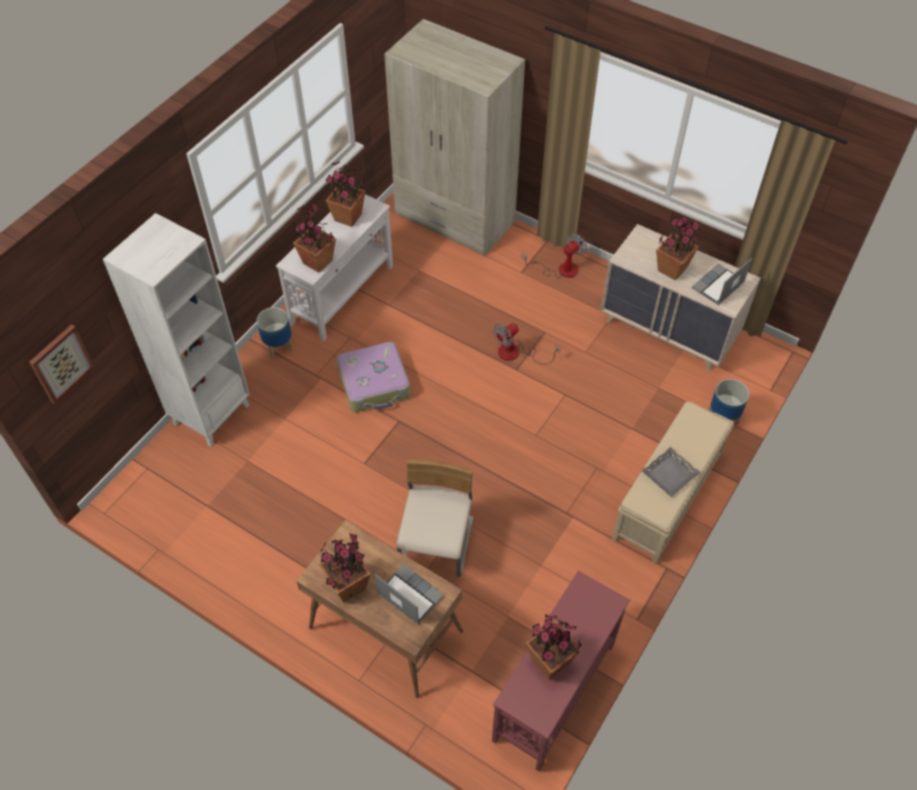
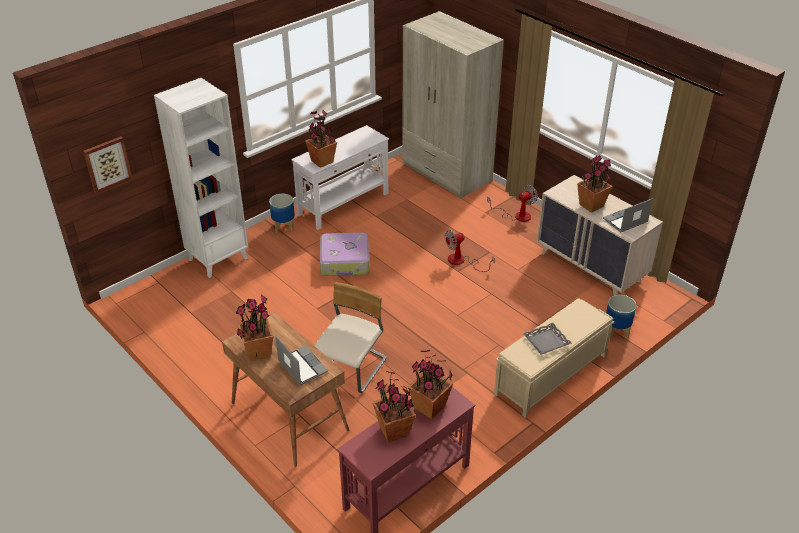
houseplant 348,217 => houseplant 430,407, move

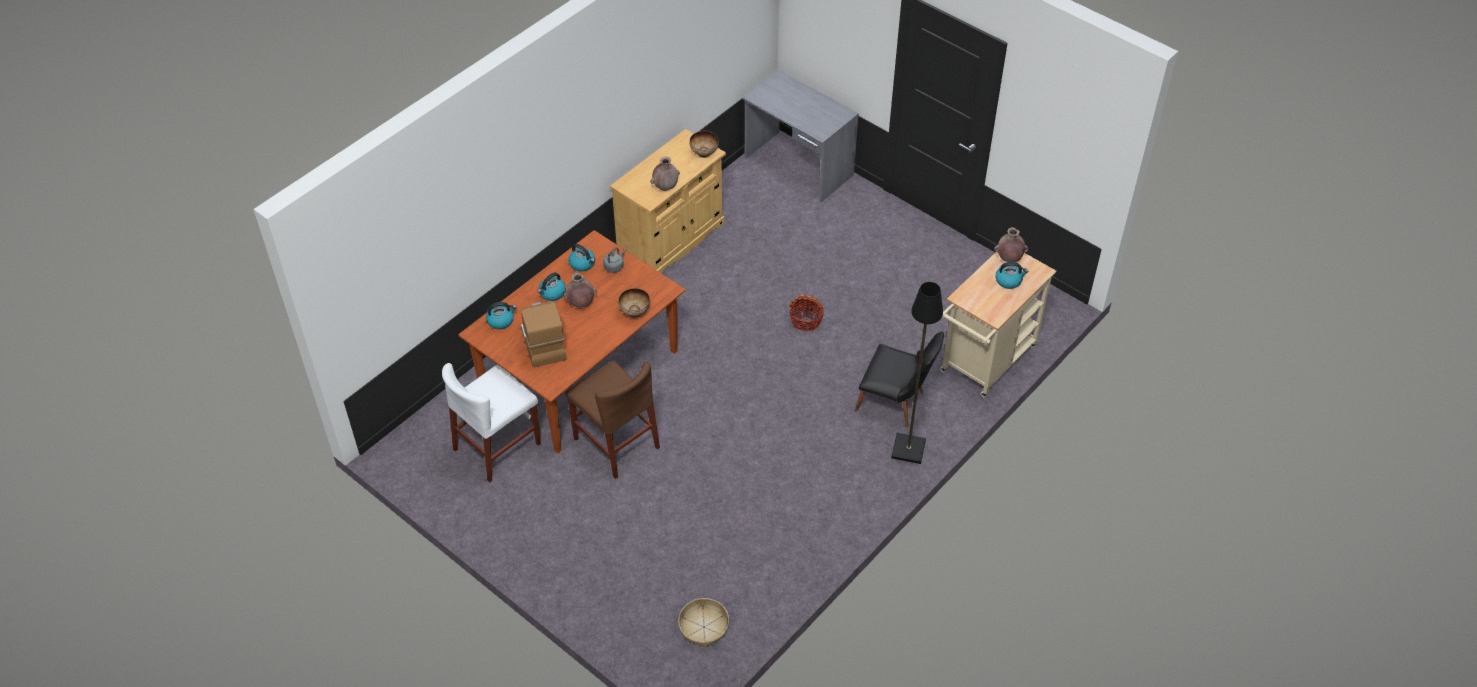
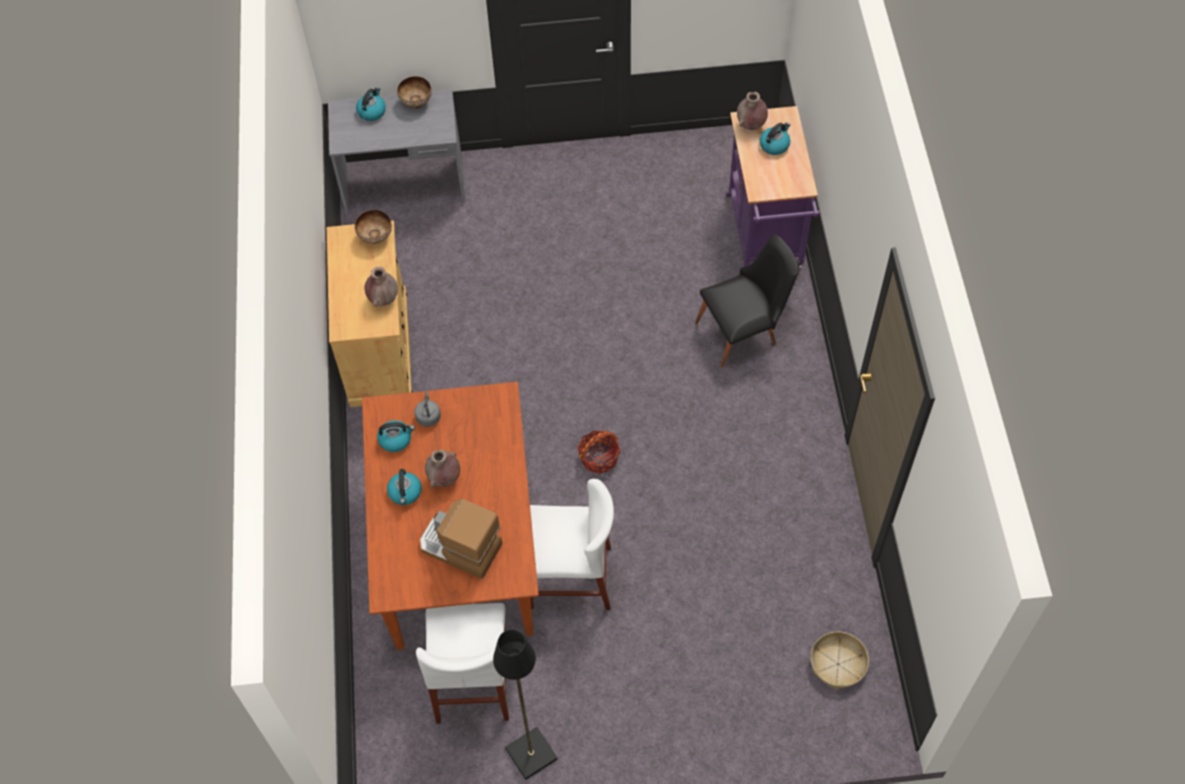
water kettle 501,321 => water kettle 372,111, move
deep dish 635,312 => deep dish 416,103, move
blackish floor lamp 907,449 => blackish floor lamp 530,754, move
brown-coloured chair 616,443 => white-coloured chair 570,577
household basket 806,320 => household basket 599,457, move
beige trolley 984,363 => purple-coloured trolley 765,237

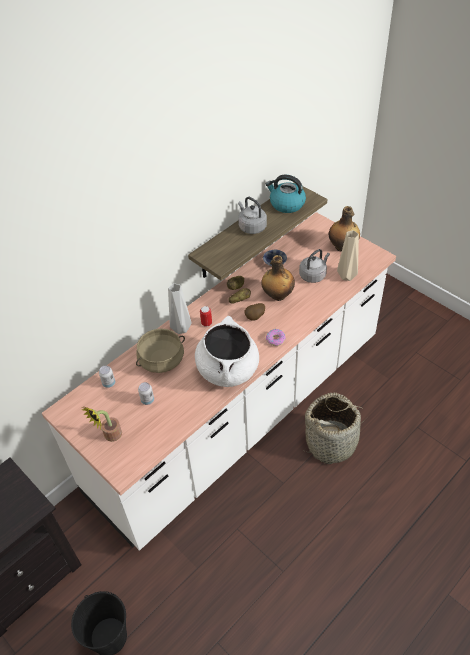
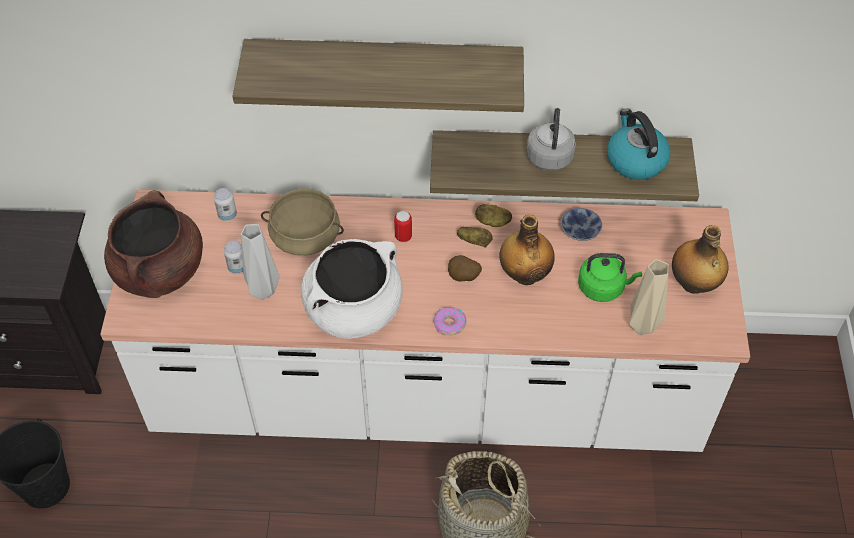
houseplant 110,436 => brown-coloured stockpot 160,271
nothing => bracket shelf 384,70
grey vase 181,329 => grey vase 262,291, move
grey water kettle 313,275 => green-coloured water kettle 603,287

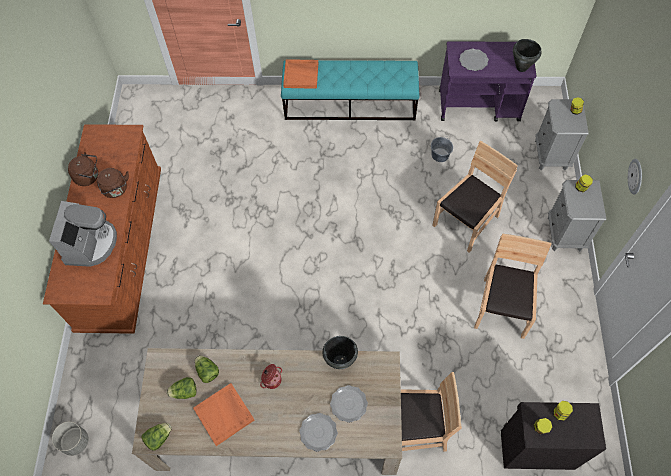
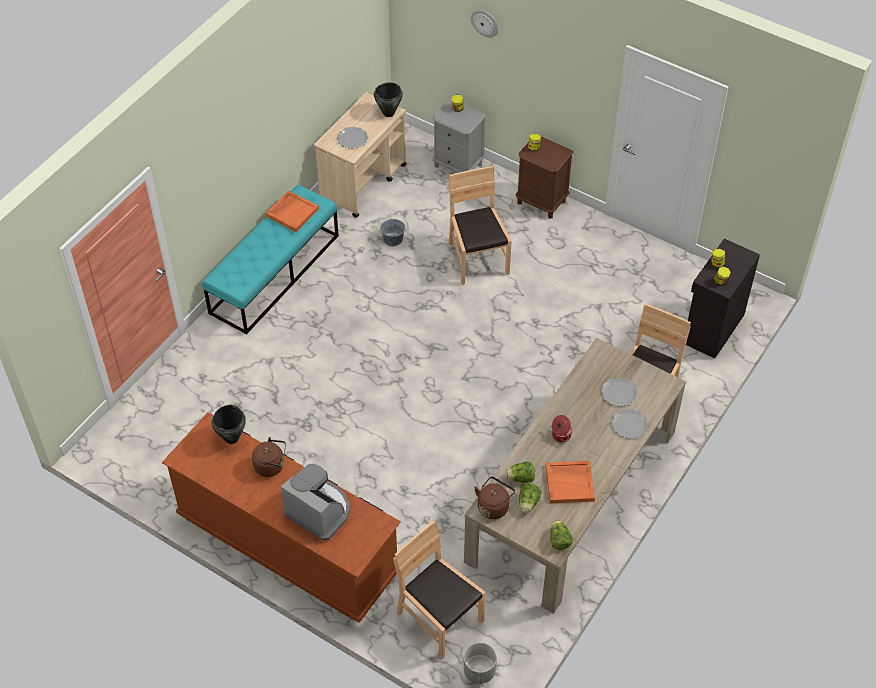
blackish stockpot 340,361 => blackish stockpot 231,438, move
orange serving tray 301,75 => orange serving tray 292,212, move
purple-coloured trolley 479,105 => beige trolley 363,182
brown-coloured chair 502,308 => brown-coloured chair 439,618, move
hanging clock 636,176 => hanging clock 485,23, move
brown-coloured water kettle 88,177 => brown-coloured water kettle 494,506, move
grey night table 565,233 => brown-coloured night table 541,201

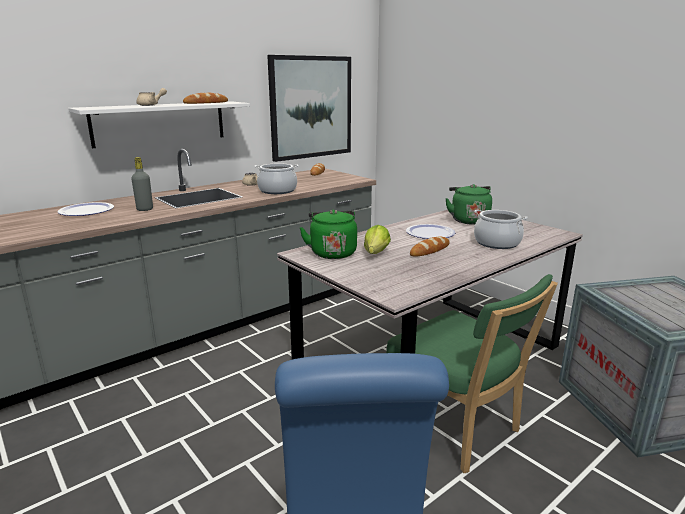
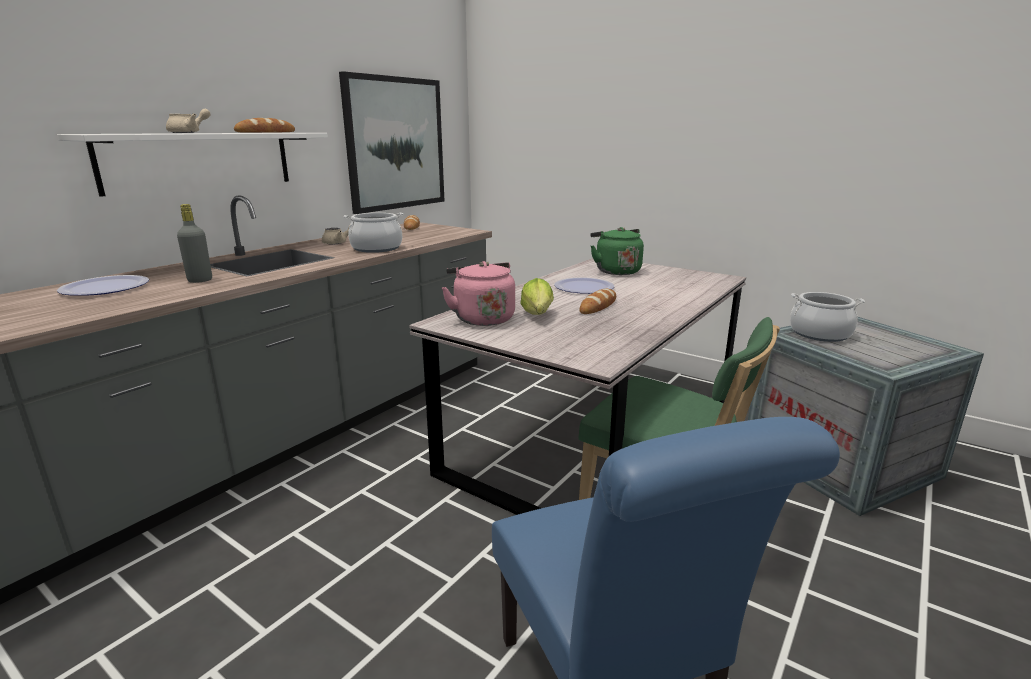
green-coloured water kettle 332,252 => pink-coloured water kettle 482,318
stockpot 497,243 => stockpot 820,334, move

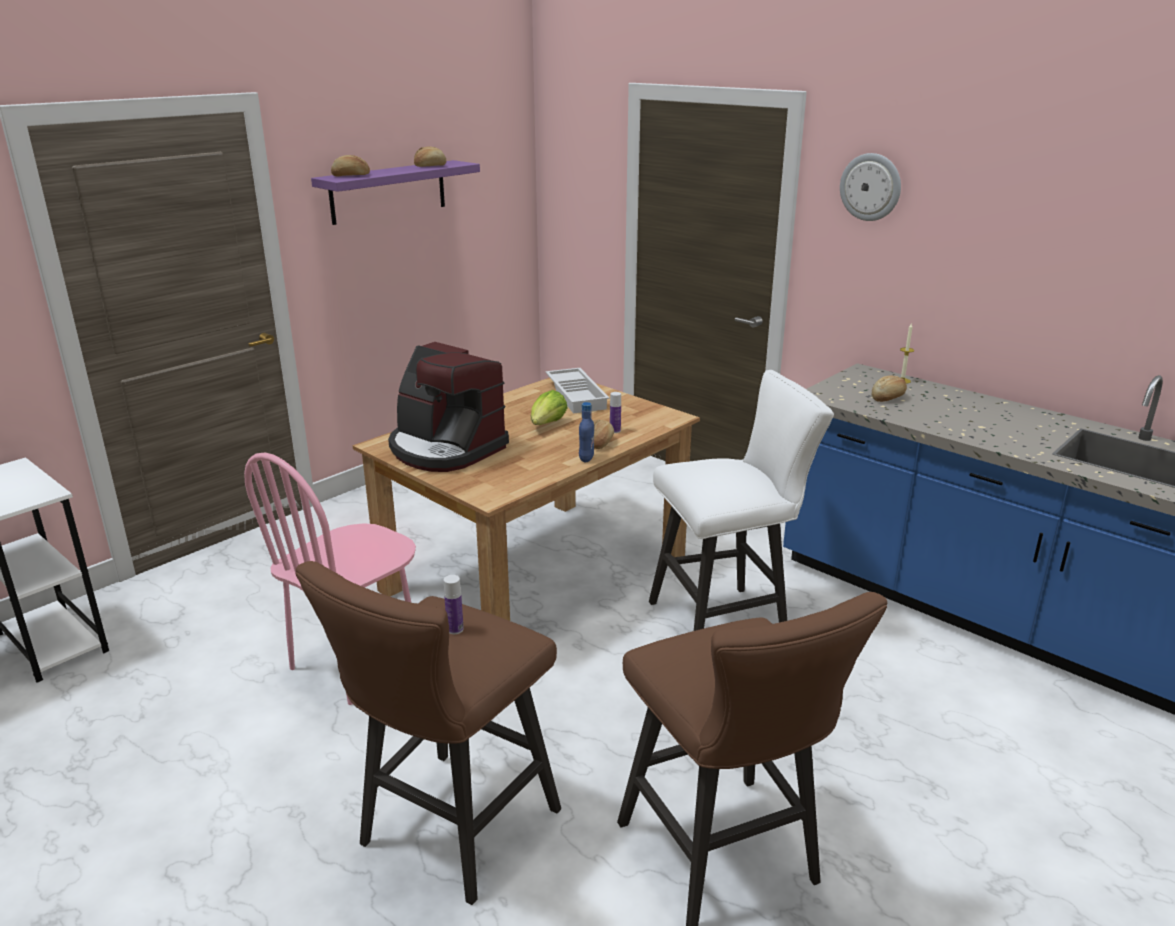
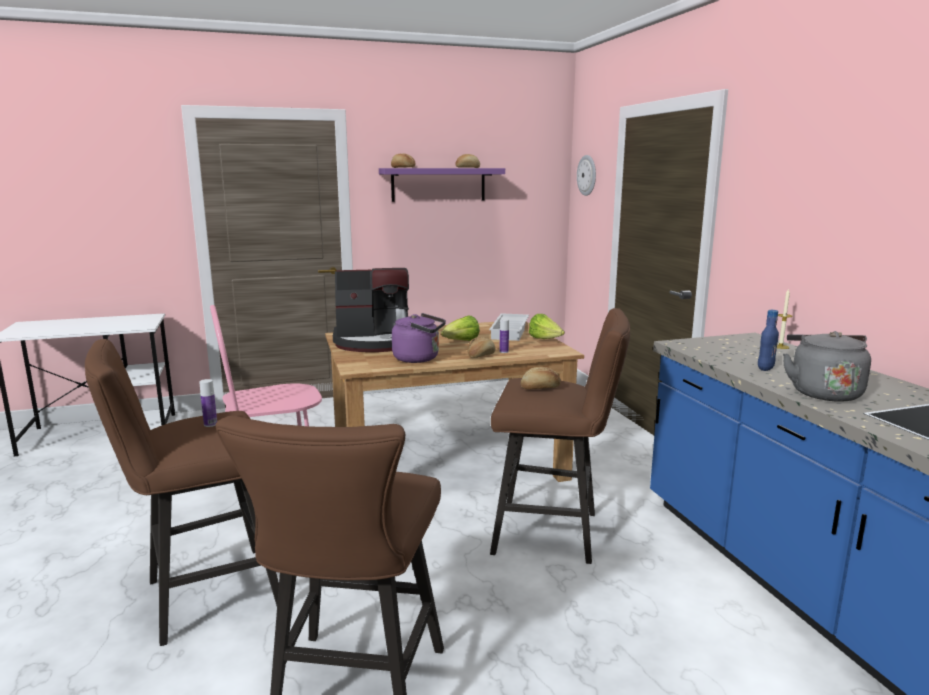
coffee brewer 445,449 => coffee brewer 374,342, 75 degrees counterclockwise
nothing => purple-coloured water kettle 419,359
white-coloured sitting stool 727,622 => brown-coloured sitting stool 554,533
bakery bread 888,398 => bakery bread 540,388, move
nothing => head of lettuce 545,340
hanging clock 870,187 => hanging clock 587,175, move
bluish drink bottle 586,459 => bluish drink bottle 765,368, move
nothing => grey water kettle 822,392

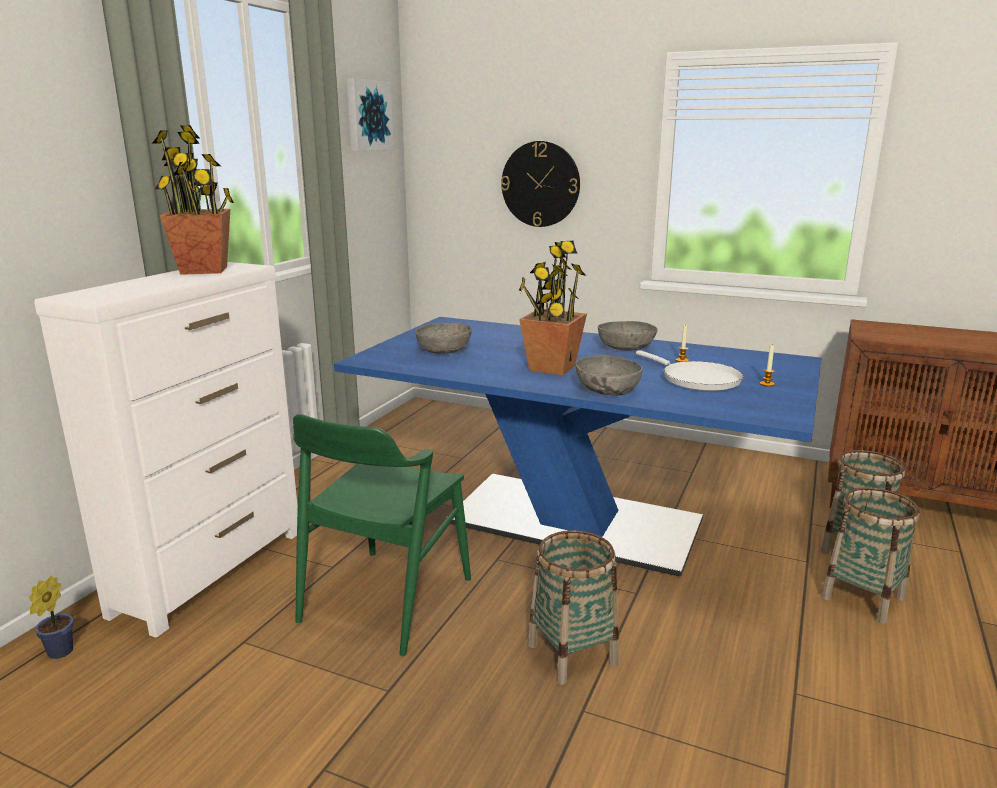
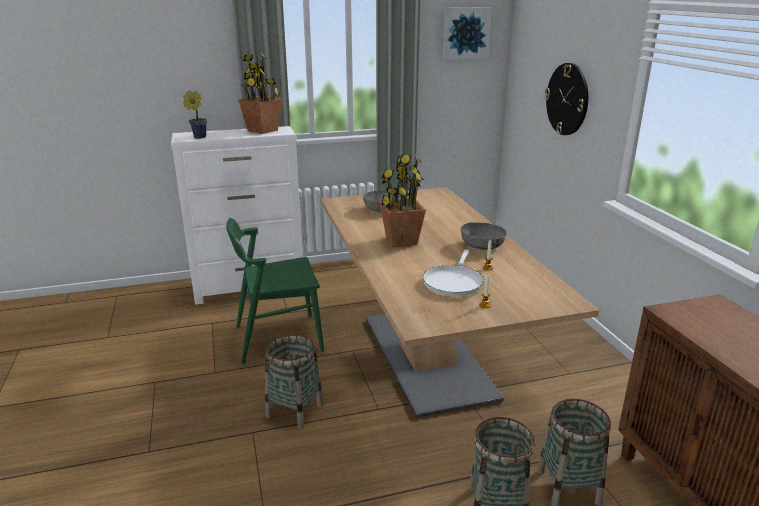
houseplant 57,653 => houseplant 198,137, move
bluish dining table 574,522 => beige dining table 427,357
grey deep dish 607,391 => nothing

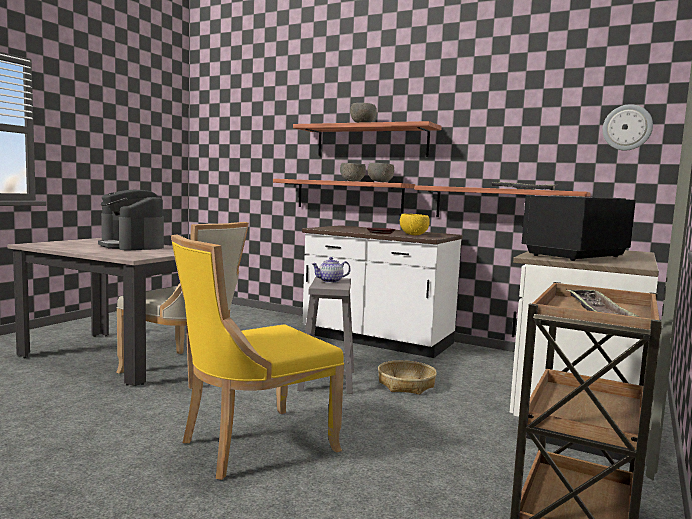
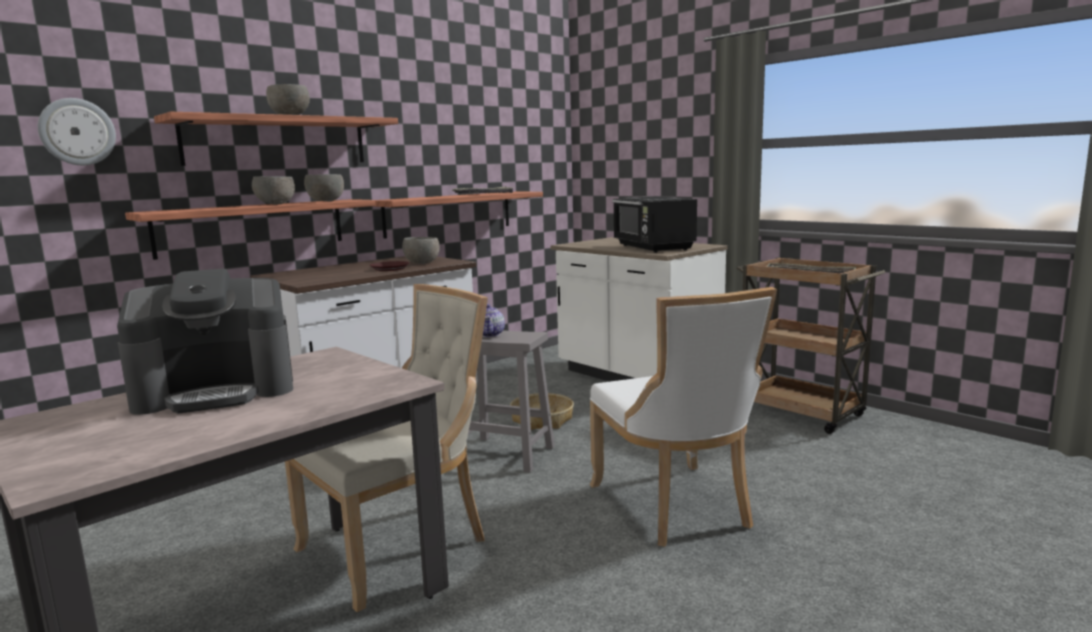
hanging clock 627,127 => hanging clock 77,132, move
yellowish deep dish 413,235 => grey deep dish 422,263
yellowish chair 252,445 => white-coloured chair 676,507

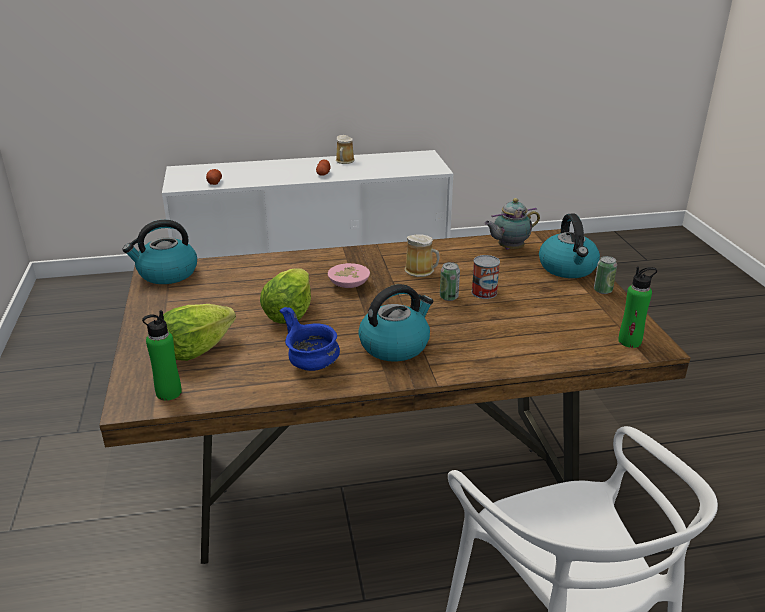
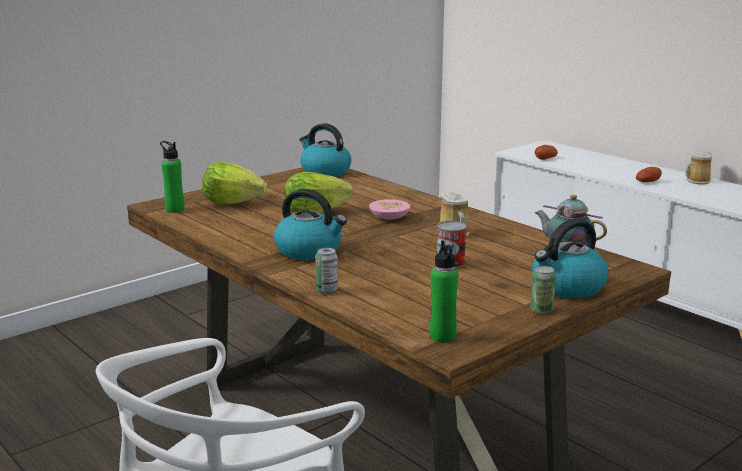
sealed can 448,297 => sealed can 326,290, move
bluish deep dish 311,364 => nothing

